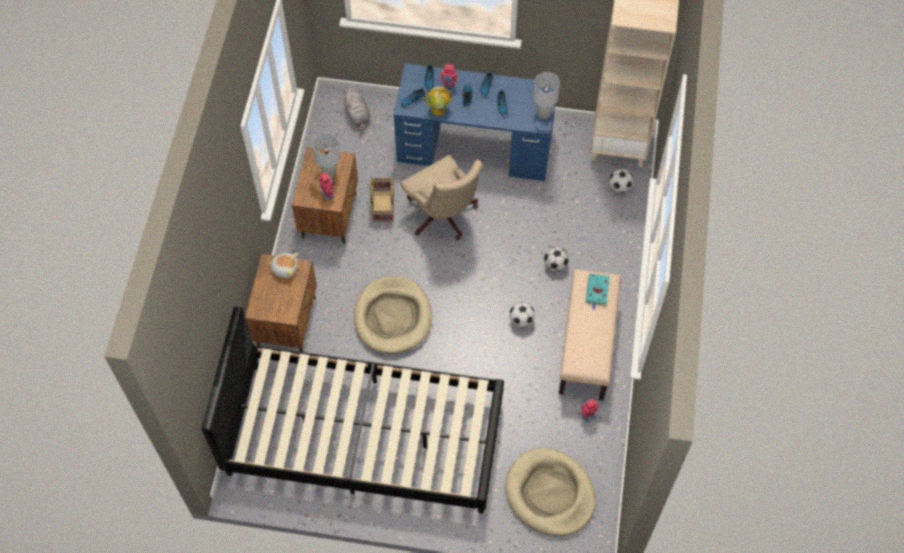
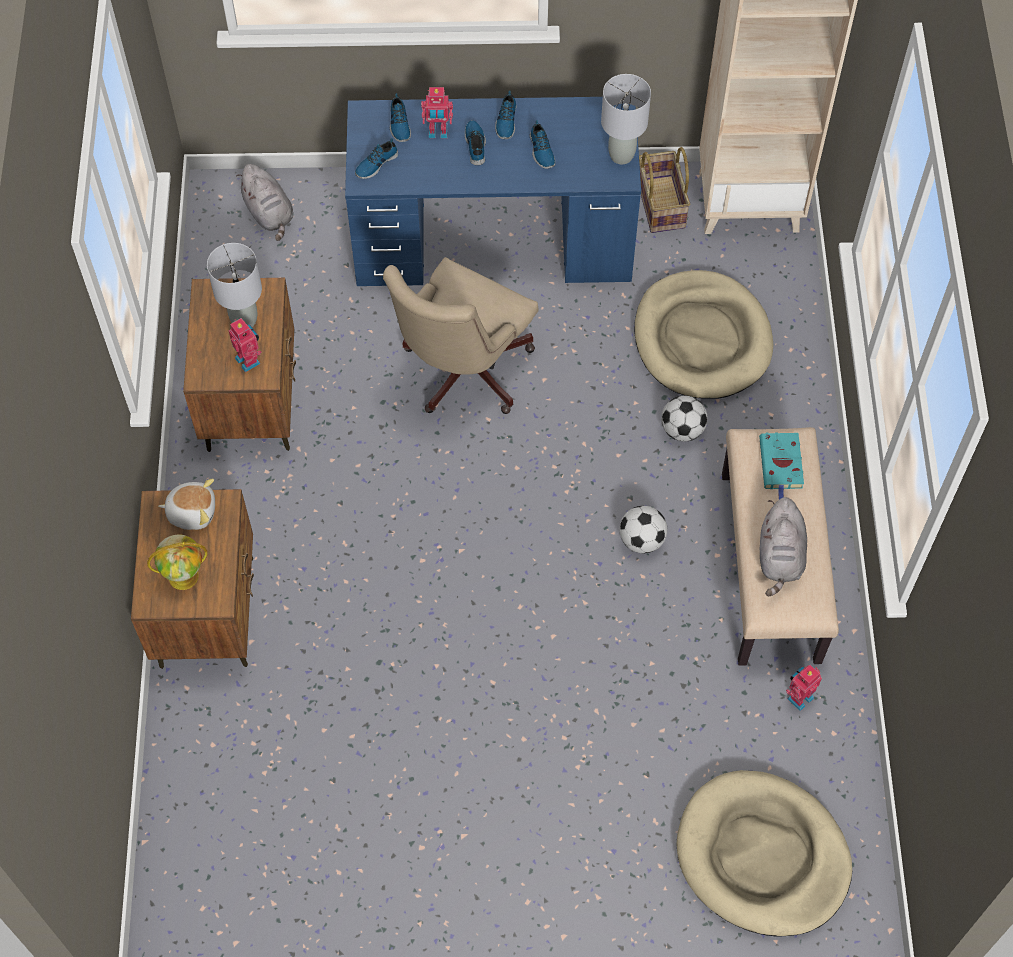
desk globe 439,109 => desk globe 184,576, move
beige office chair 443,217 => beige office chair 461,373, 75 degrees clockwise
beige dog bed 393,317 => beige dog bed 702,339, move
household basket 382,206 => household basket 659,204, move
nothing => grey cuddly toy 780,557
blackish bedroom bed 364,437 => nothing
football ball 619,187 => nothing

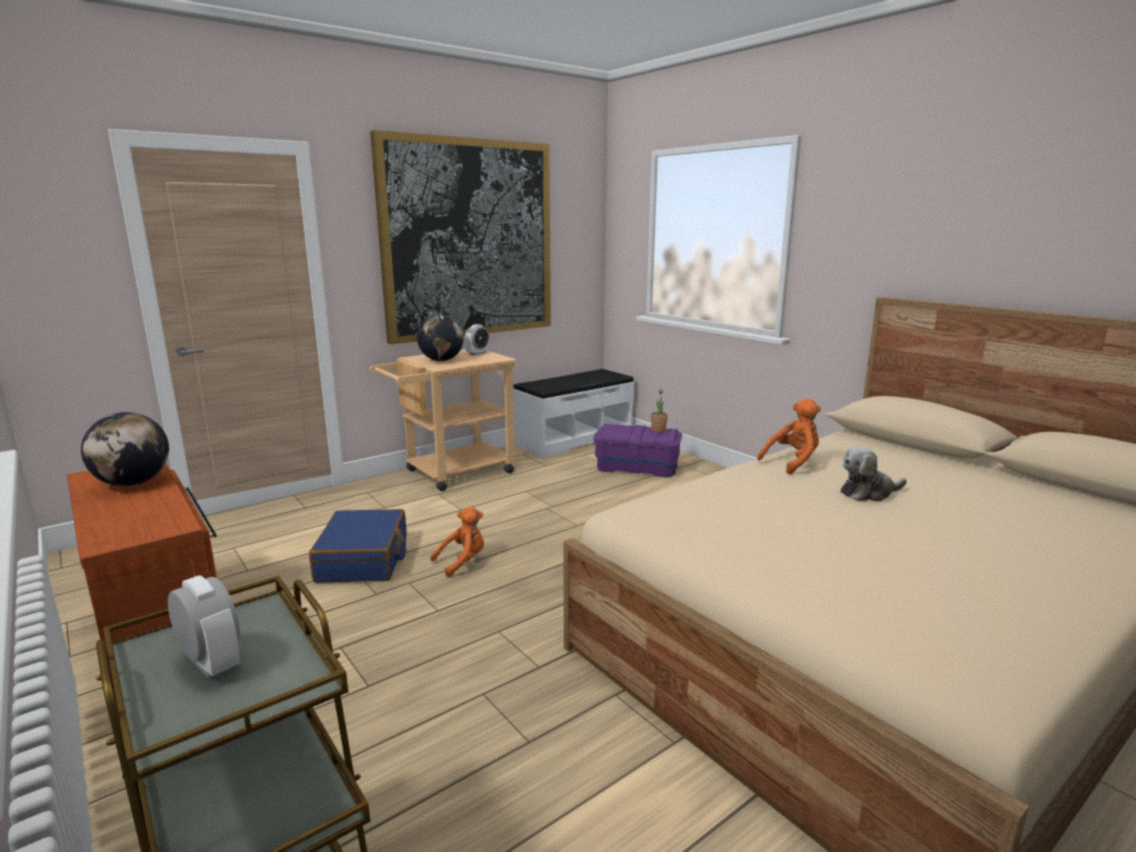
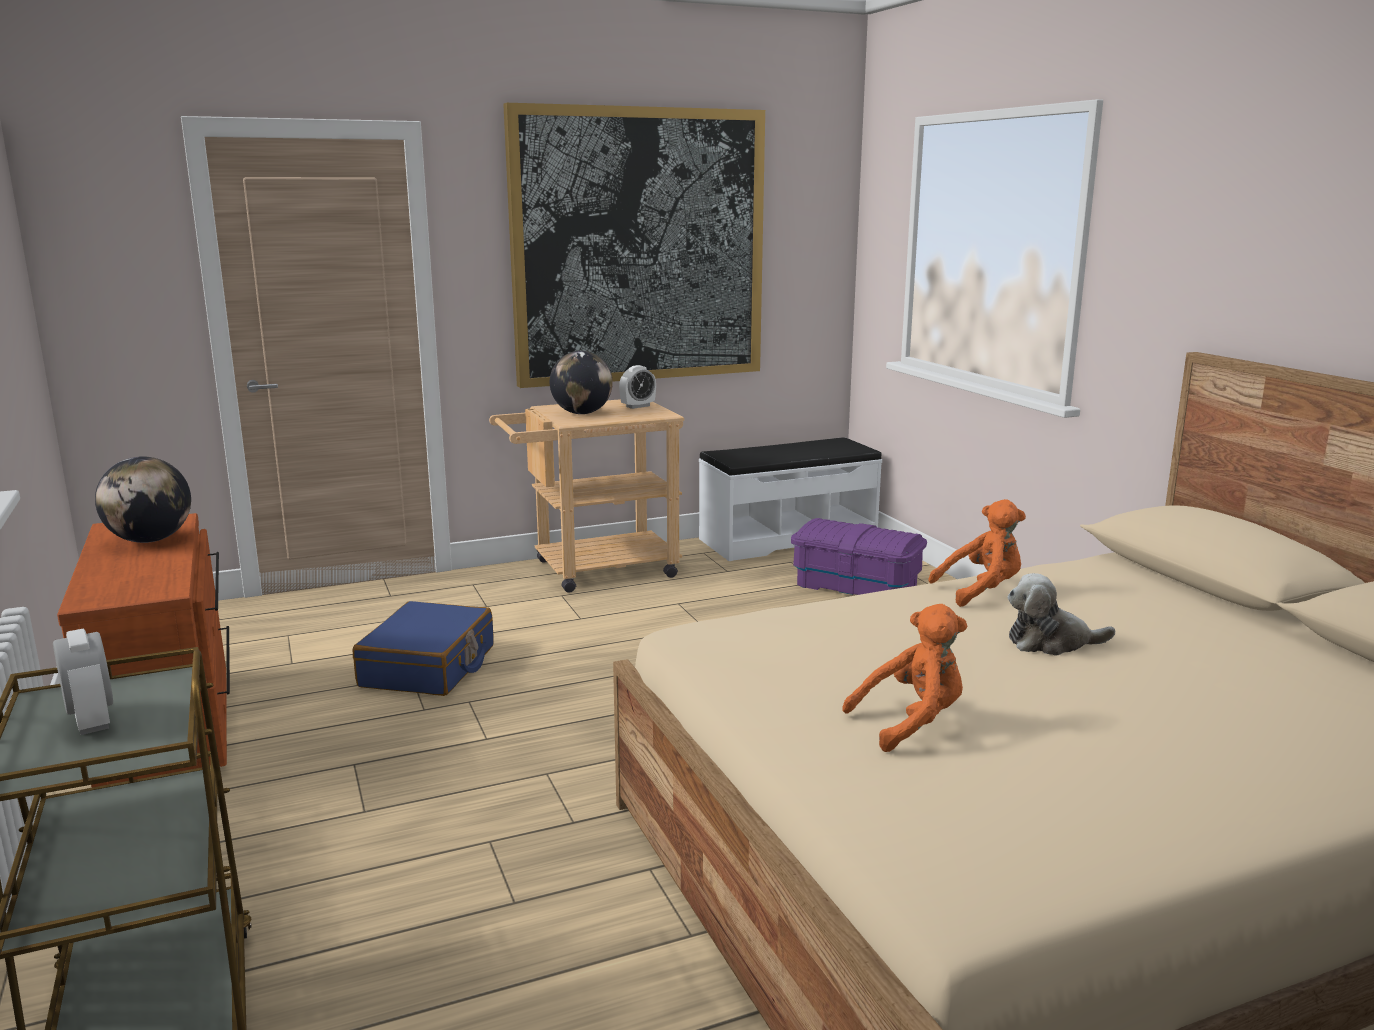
orange cuddly toy 462,562 => orange cuddly toy 911,723, move
houseplant 658,430 => nothing

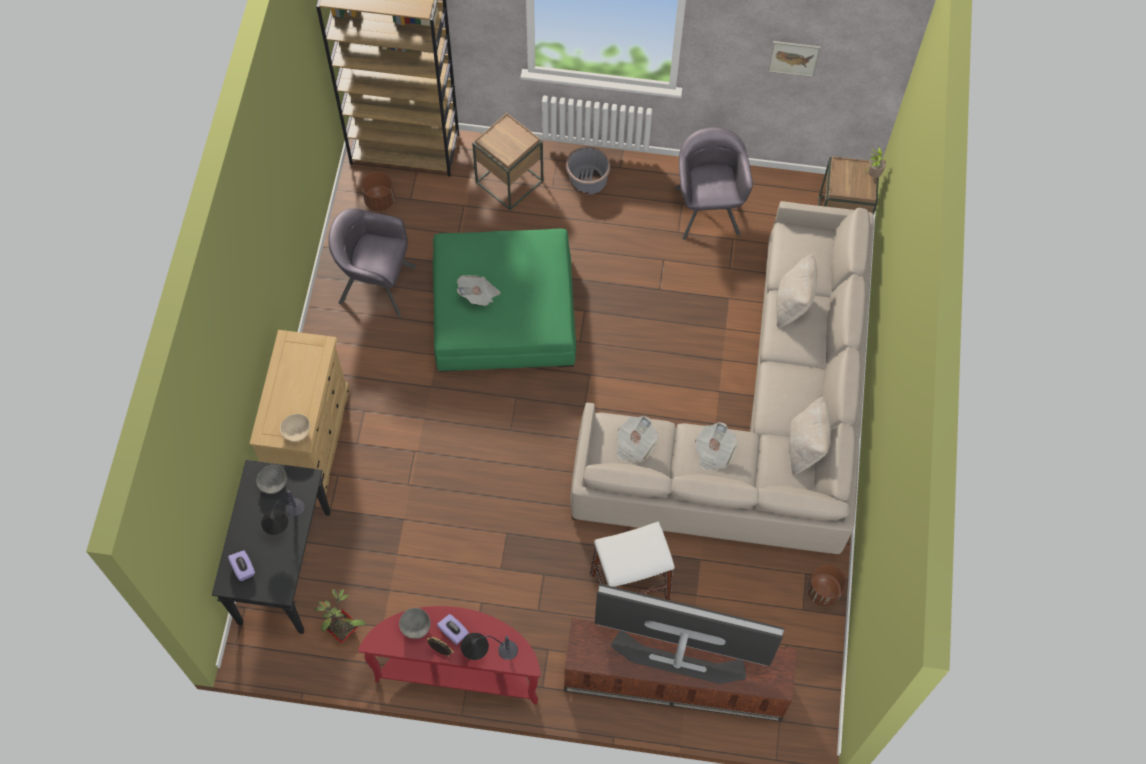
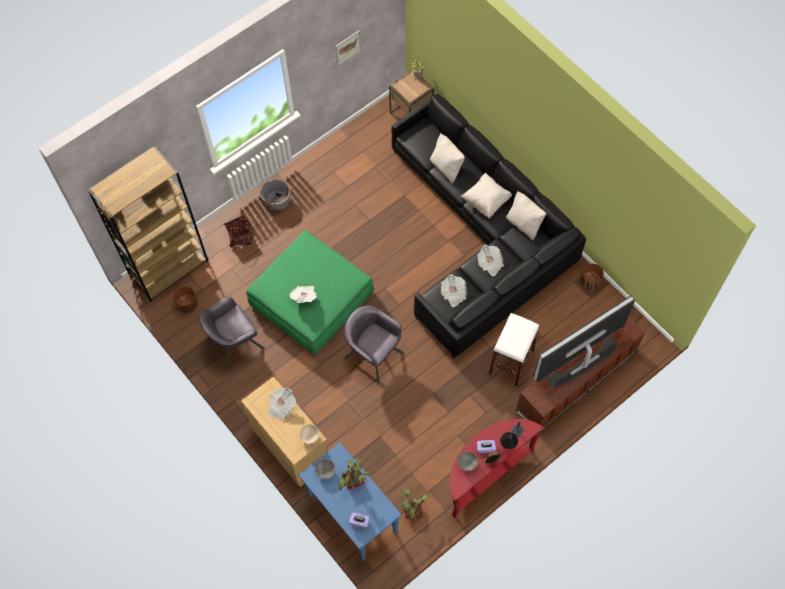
brown-coloured side table 509,181 => household basket 240,237
nothing => daily paper 281,407
blackish narrow table 284,566 => bluish narrow table 351,513
tabletop lamp 286,524 => houseplant 353,482
grey lounge chair 707,210 => grey lounge chair 373,354, move
beige couch 758,421 => blackish couch 480,236
nothing => beige throw pillow 486,201

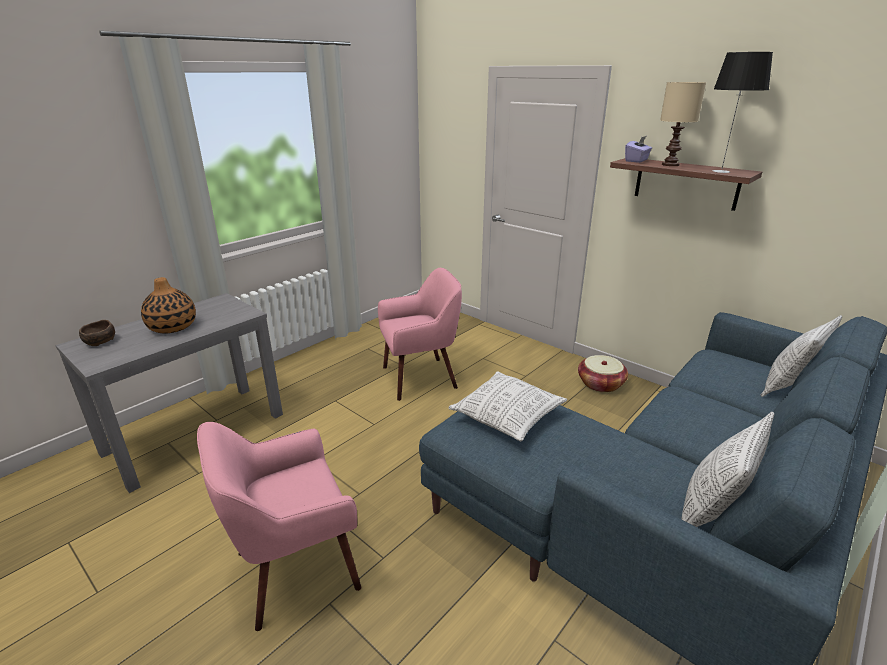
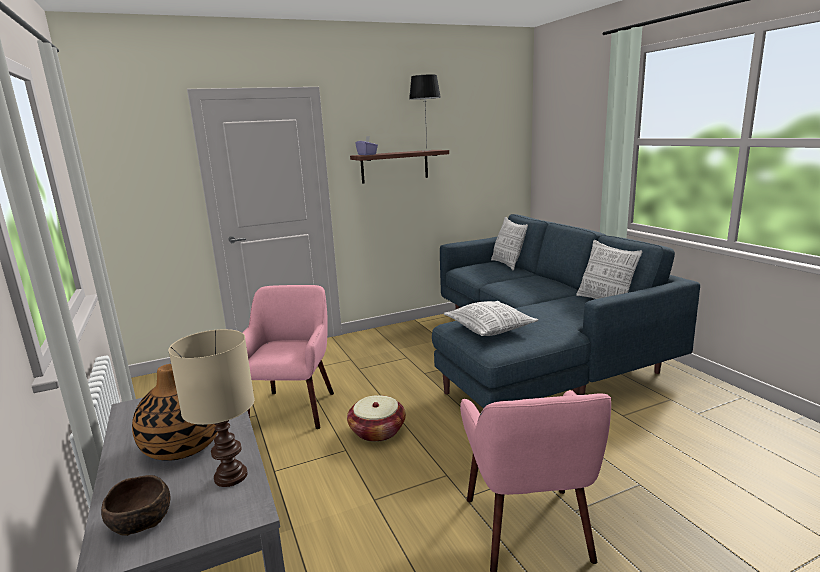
beige tabletop lamp 669,165 => beige tabletop lamp 230,477, move
household basket 600,384 => household basket 377,431, move

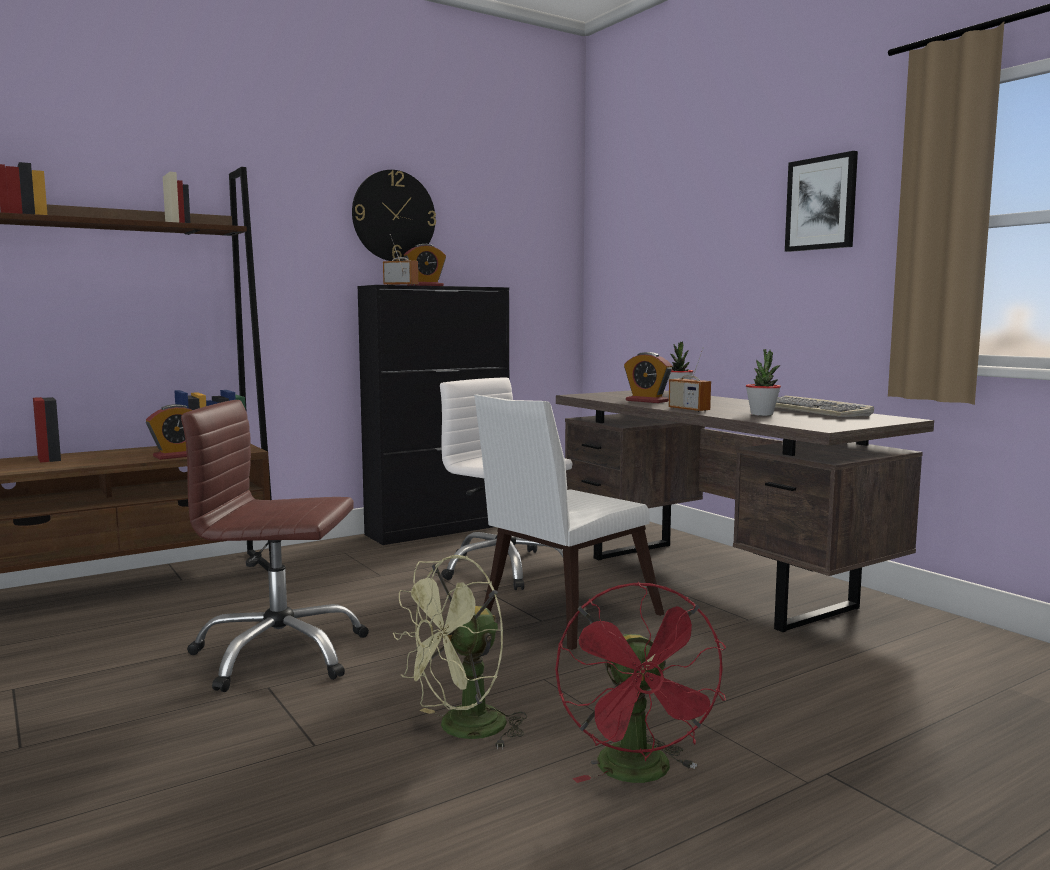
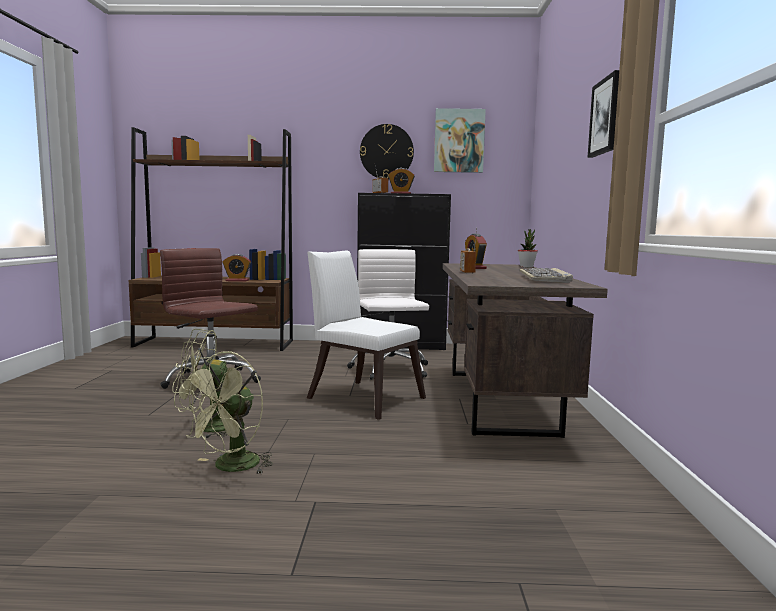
reddish cooling fan 640,774 => green-coloured cooling fan 230,467
white-coloured chair 562,618 => white-coloured chair 361,397, 45 degrees clockwise
nothing => picture 459,141
houseplant 762,414 => nothing

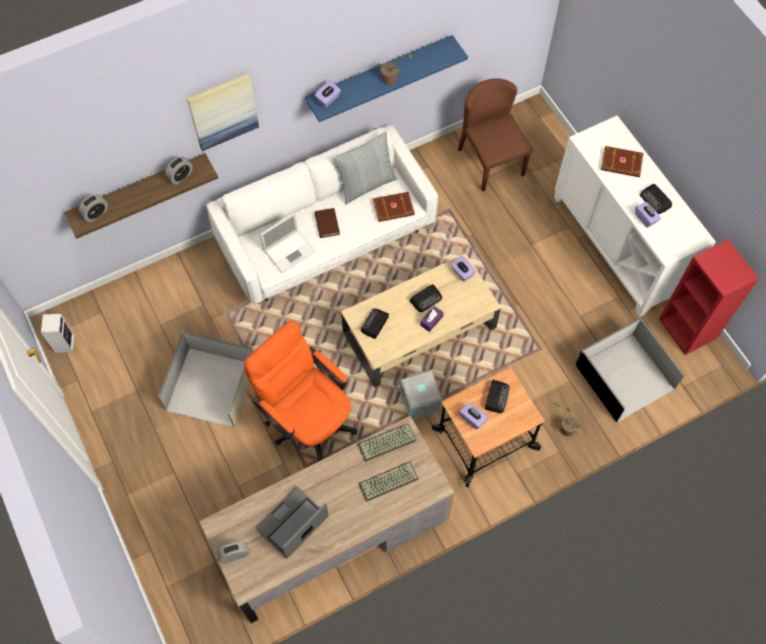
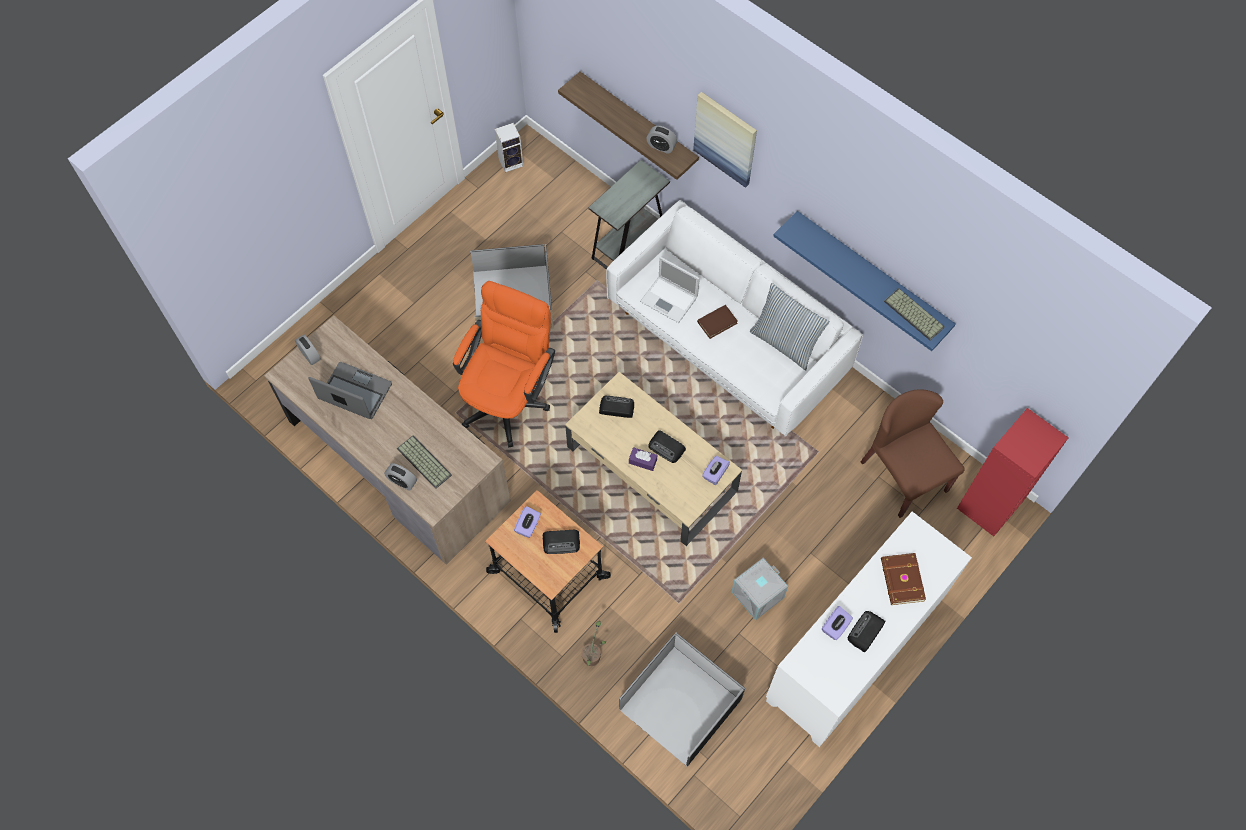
bedside clock 96,214 => bedside clock 402,481, move
nothing => grey side table 629,245
grey storage bin 421,401 => grey storage bin 758,595, move
brown-coloured chair 490,162 => brown-coloured chair 903,476, 75 degrees counterclockwise
keyboard 386,443 => keyboard 912,314, move
reddish shelving unit 688,328 => reddish shelving unit 990,504, move
purple-coloured tissue holder 328,99 => nothing
brown-coloured bound book 394,209 => nothing
houseplant 391,79 => nothing

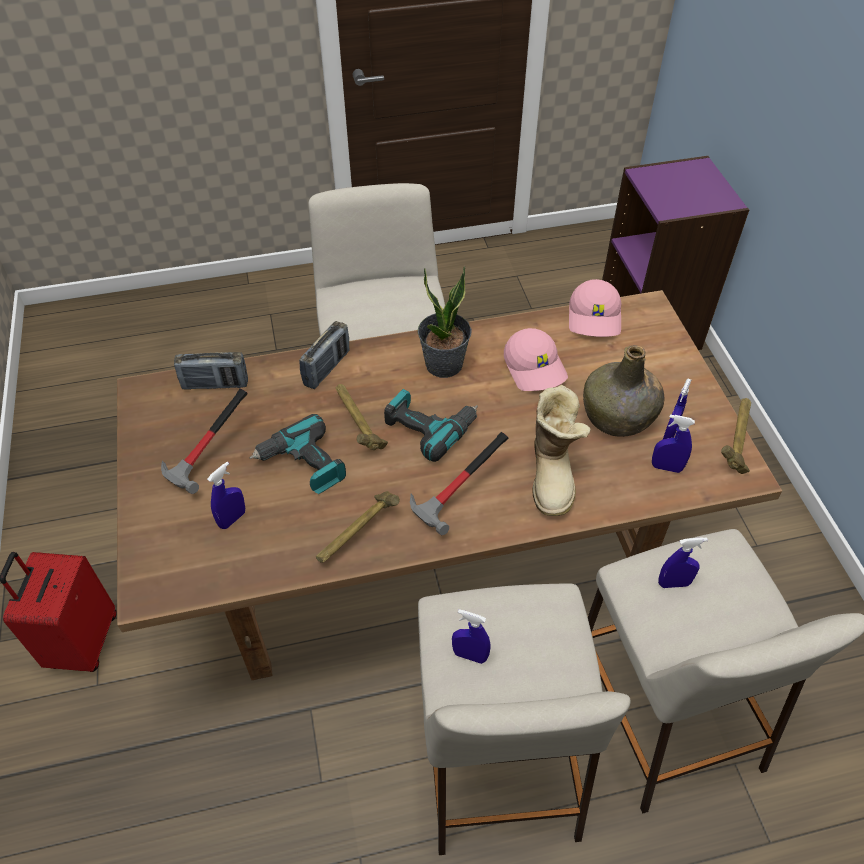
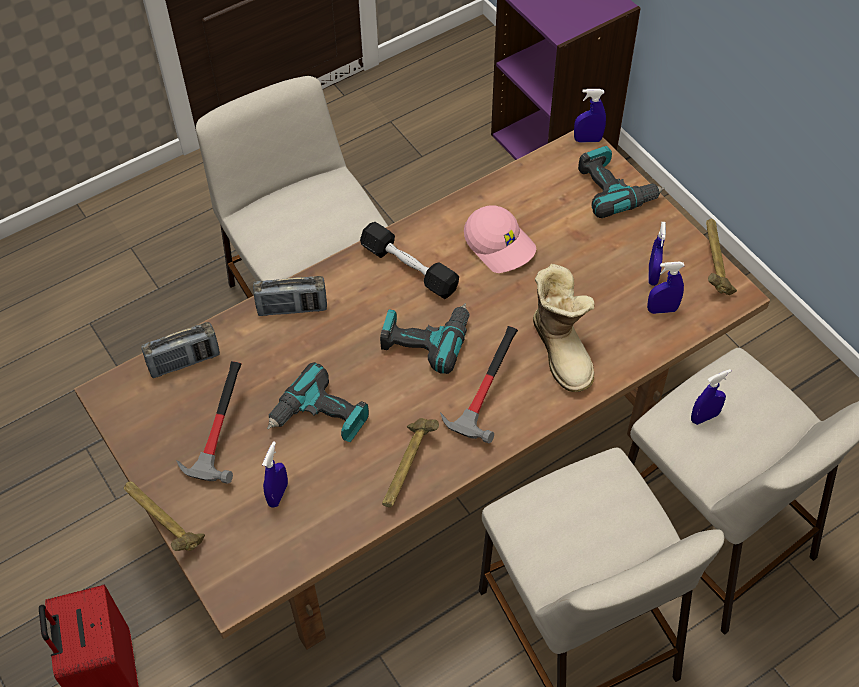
hammer 358,424 => hammer 163,522, move
radio 327,368 => radio 292,308, 75 degrees clockwise
houseplant 444,364 => blackish hand weight 409,268
bluish spray bottle 470,655 => bluish spray bottle 587,140, move
nothing => electric drill 614,189
pink-coloured baseball cap 595,318 => nothing
green-coloured drink bottle 618,416 => nothing

